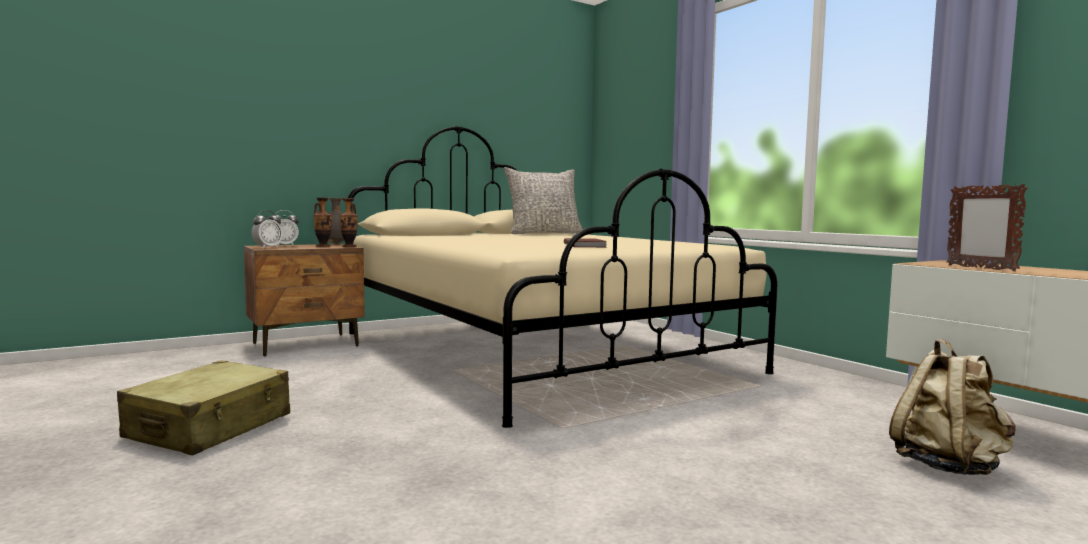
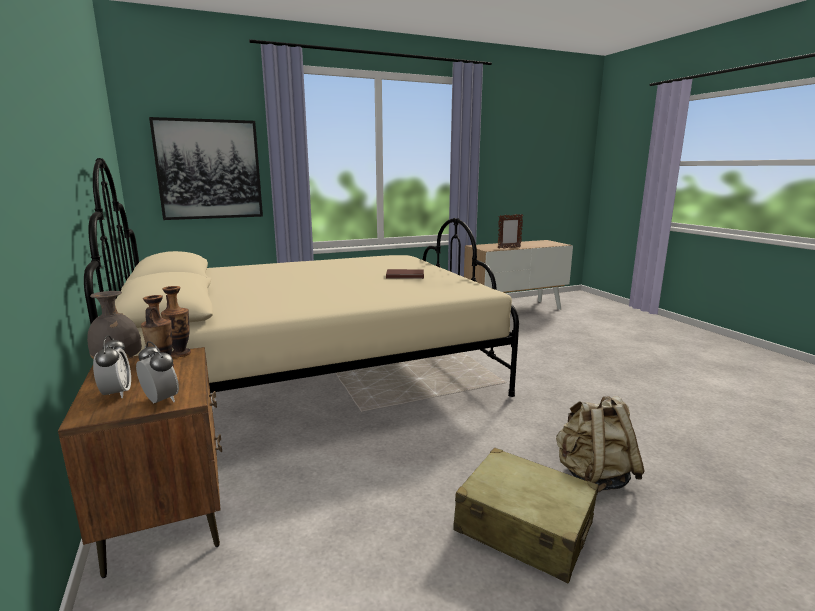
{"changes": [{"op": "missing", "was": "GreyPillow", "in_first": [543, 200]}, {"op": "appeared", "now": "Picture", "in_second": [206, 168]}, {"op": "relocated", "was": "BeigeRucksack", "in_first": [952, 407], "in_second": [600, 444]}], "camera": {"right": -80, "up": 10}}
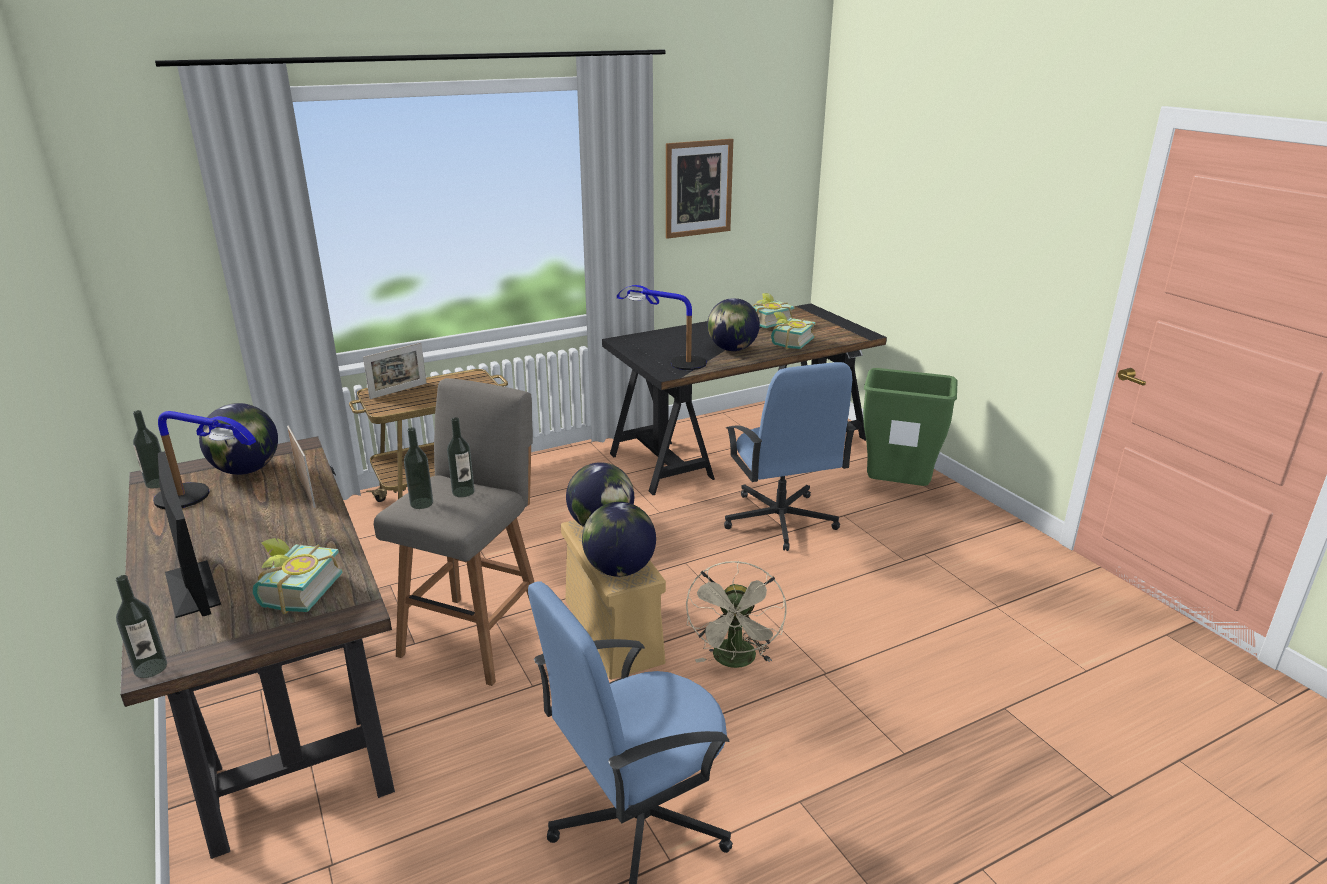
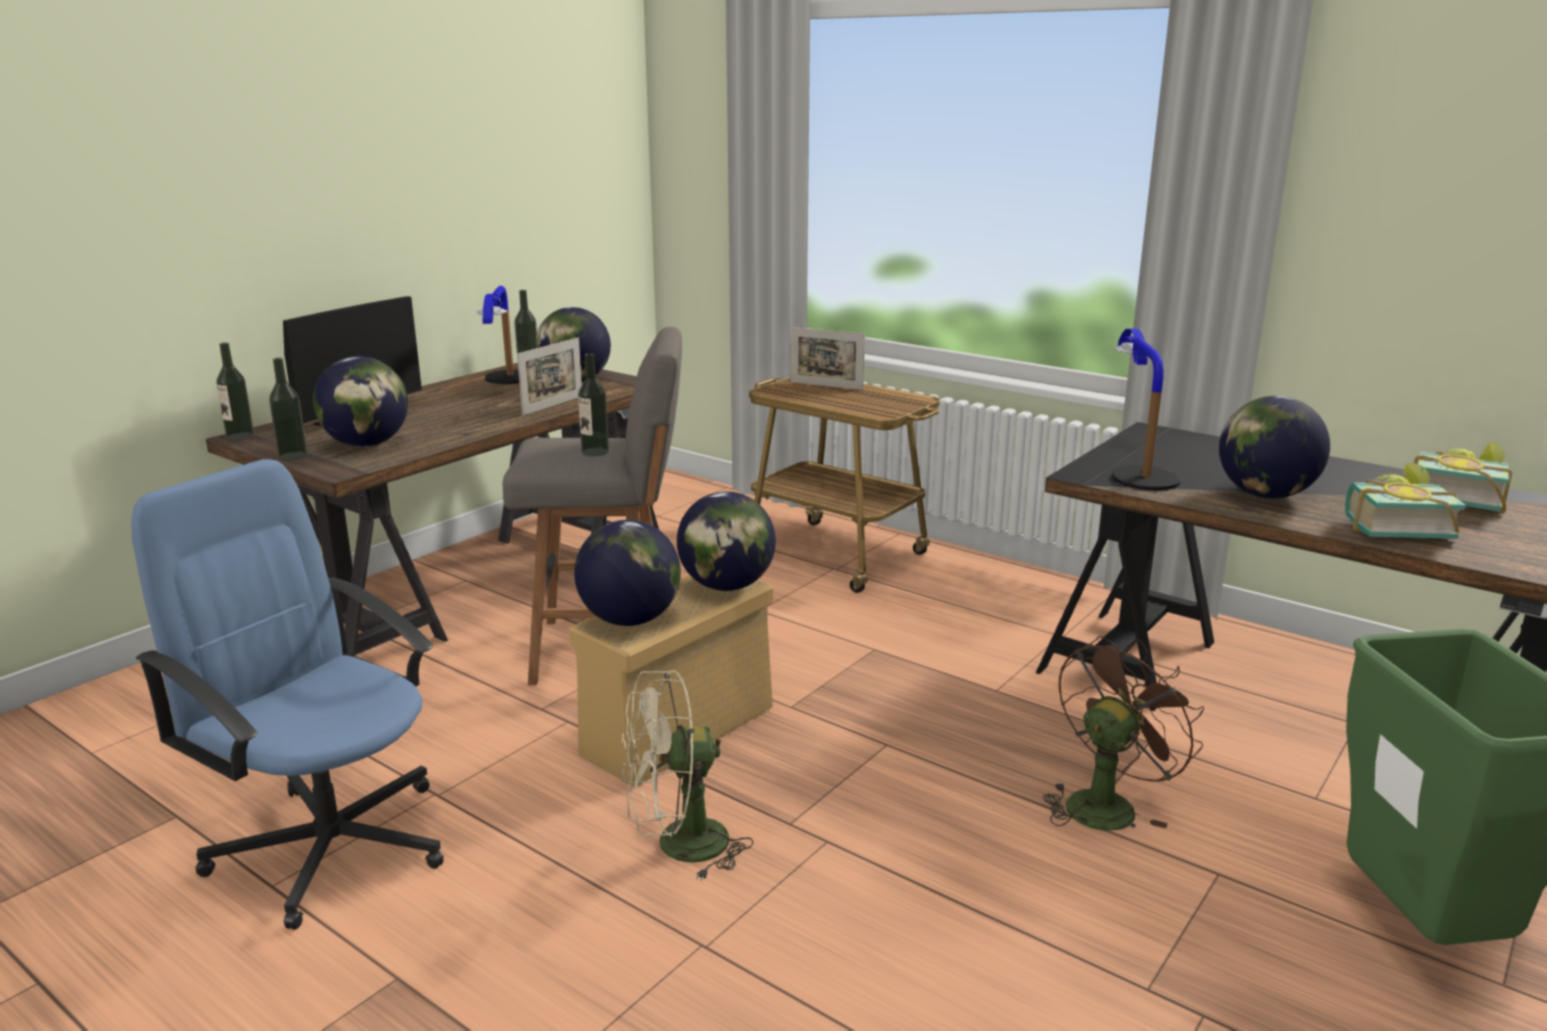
{"changes": [{"op": "missing", "was": "Picture", "in_first": [699, 189]}, {"op": "relocated", "was": "Bottle", "in_first": [418, 468], "in_second": [288, 409]}, {"op": "exchanged", "was": "Volume", "now": "DeskGlobe", "in_first": [298, 576], "in_second": [360, 401]}, {"op": "exchanged", "was": "BluishOfficeChair", "now": "BrownFan", "in_first": [790, 456], "in_second": [1123, 733]}], "camera": {"right": 65, "up": -5}}
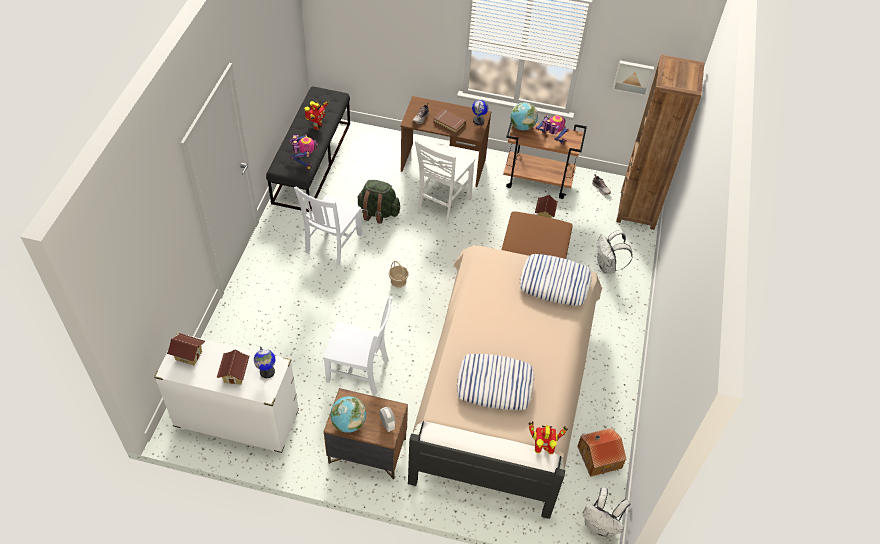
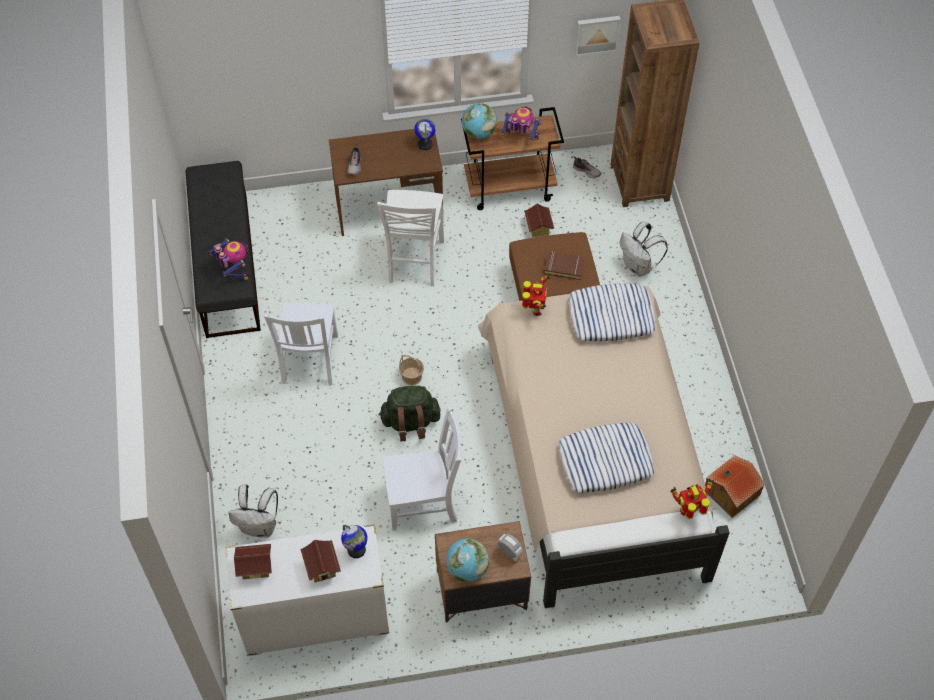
{"changes": [{"op": "relocated", "was": "ToyRobot", "in_first": [316, 115], "in_second": [536, 294]}, {"op": "relocated", "was": "GreenishRucksack", "in_first": [378, 202], "in_second": [410, 413]}, {"op": "relocated", "was": "BrownVolume", "in_first": [449, 121], "in_second": [564, 266]}, {"op": "relocated", "was": "WhiteColouredRucksack", "in_first": [606, 513], "in_second": [253, 511]}], "camera": {"right": -20, "up": 5}}
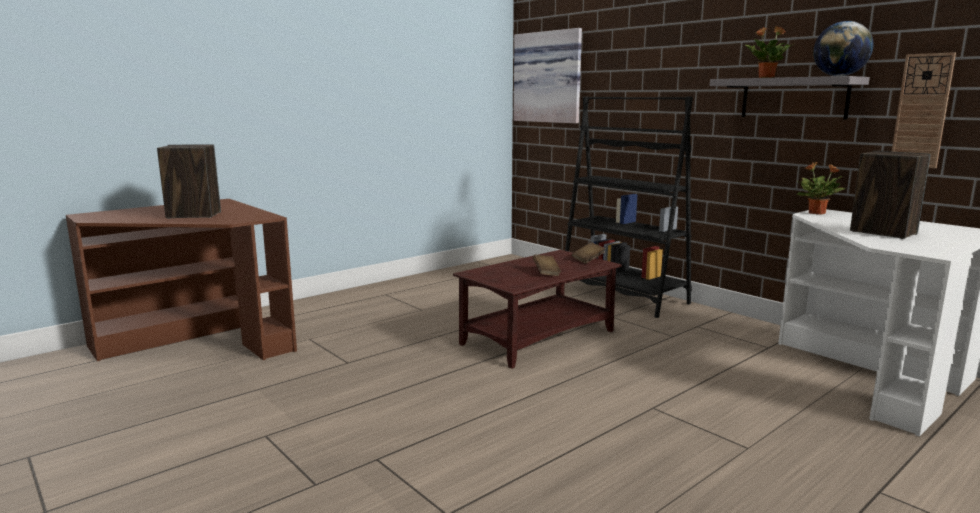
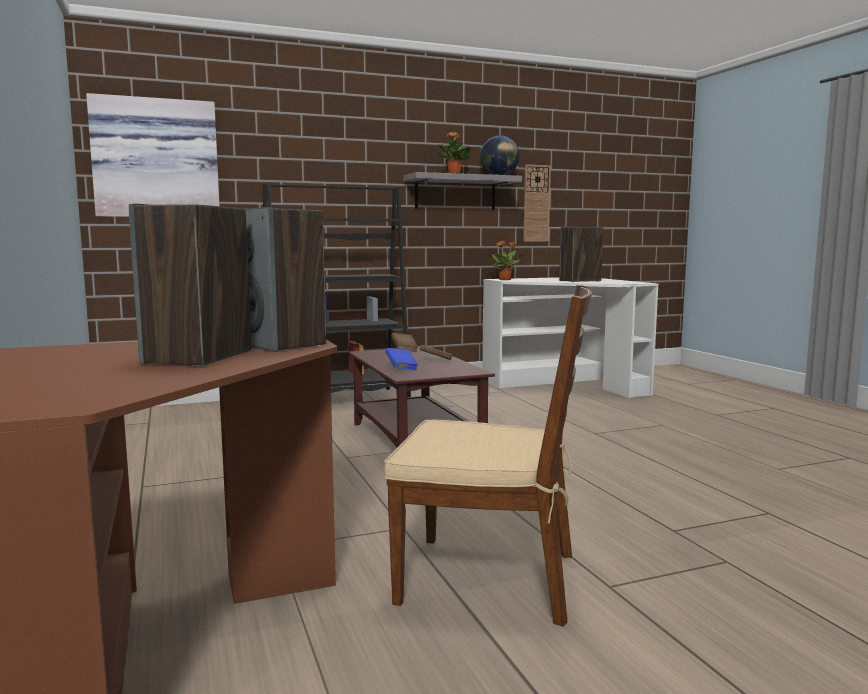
{"changes": [{"op": "appeared", "now": "AudioSpeaker", "in_second": [285, 279]}, {"op": "appeared", "now": "BrownChair", "in_second": [488, 456]}, {"op": "appeared", "now": "BluishVolume", "in_second": [401, 359]}], "camera": {"right": -70, "up": -5}}
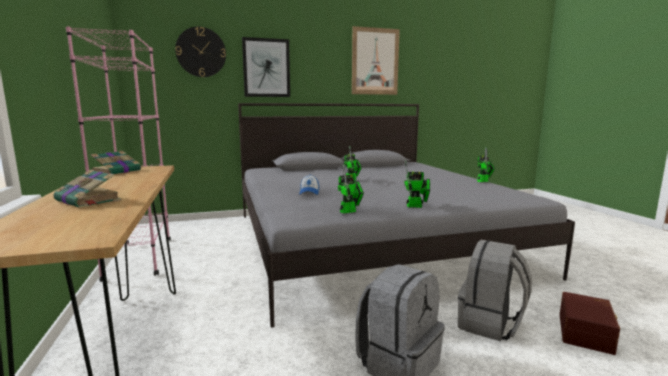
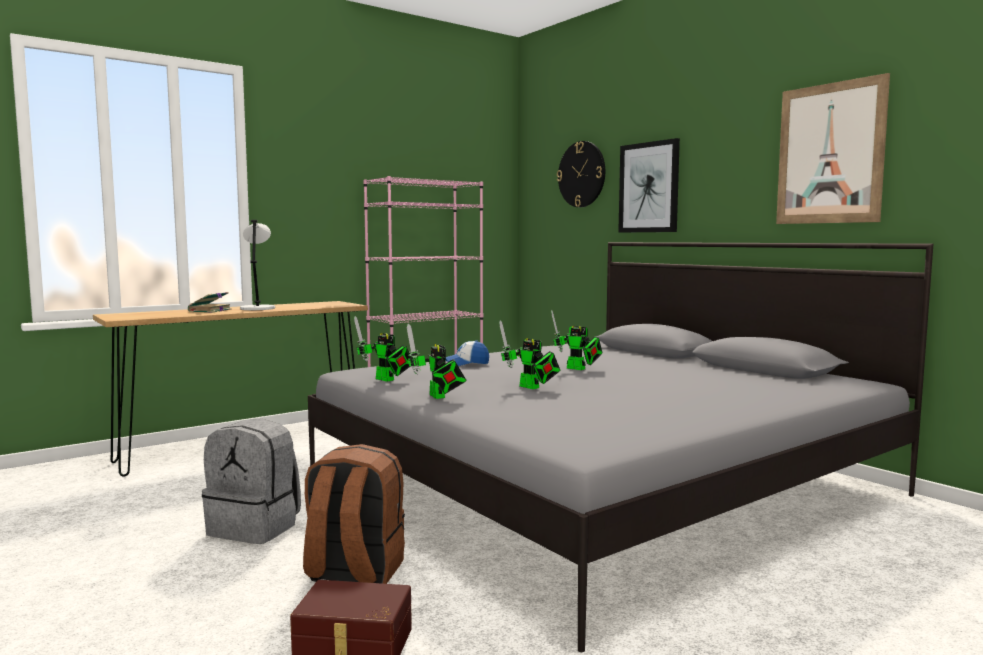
{"changes": [{"op": "missing", "was": "Volume", "in_first": [116, 162]}, {"op": "appeared", "now": "GreyTableLamp", "in_second": [257, 265]}, {"op": "relocated", "was": "ToyRobot", "in_first": [486, 164], "in_second": [529, 354]}, {"op": "colour", "was": "GreyRucksack", "now": "BrownRucksack", "in_first": [495, 291], "in_second": [354, 514]}], "camera": {"right": 70, "up": -5}}
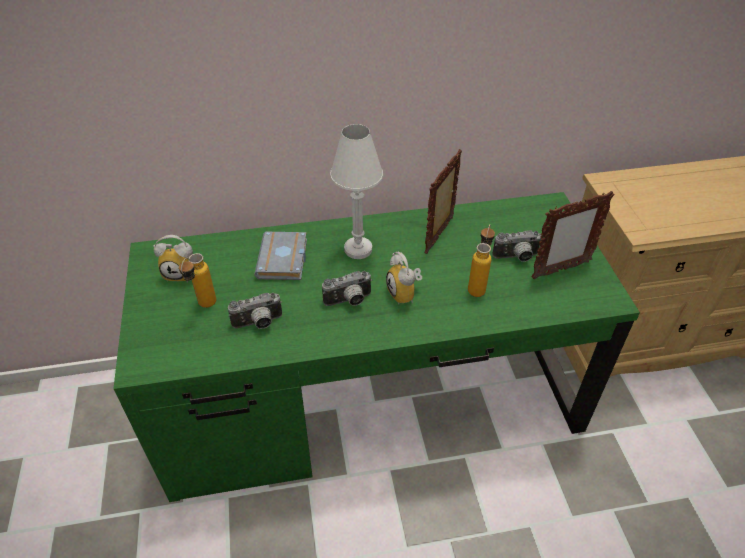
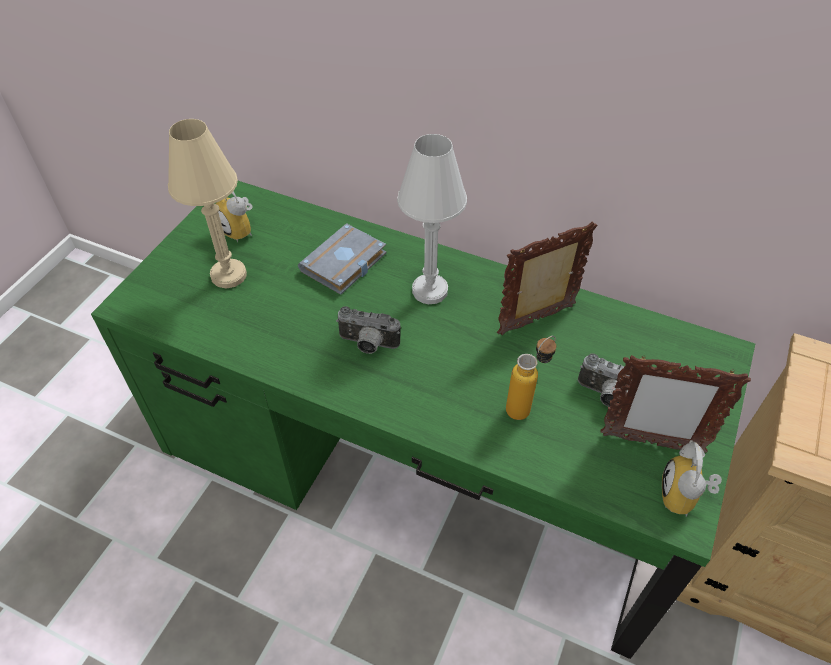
{"changes": [{"op": "missing", "was": "StillCamera", "in_first": [255, 311]}, {"op": "relocated", "was": "AlarmClock", "in_first": [404, 278], "in_second": [692, 478]}, {"op": "exchanged", "was": "Bottle", "now": "BeigeTableLamp", "in_first": [197, 280], "in_second": [207, 204]}], "camera": {"right": 35, "up": 5}}
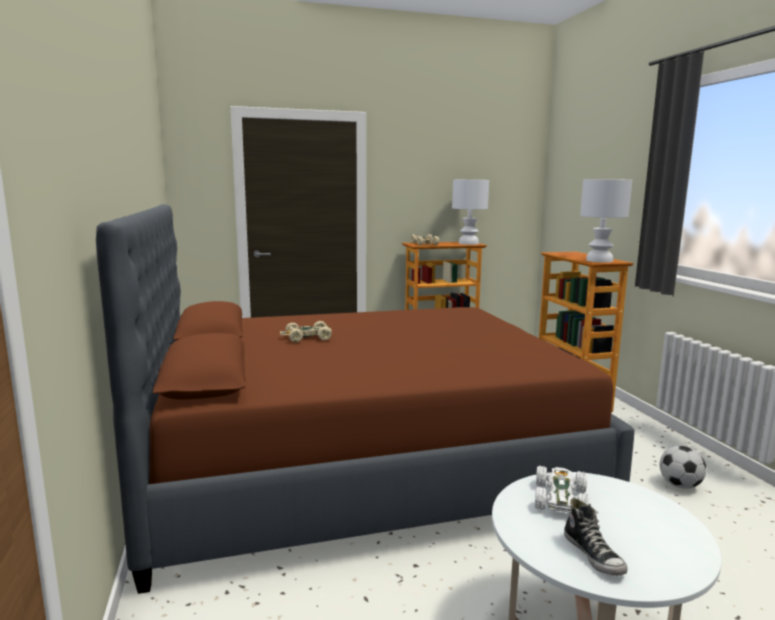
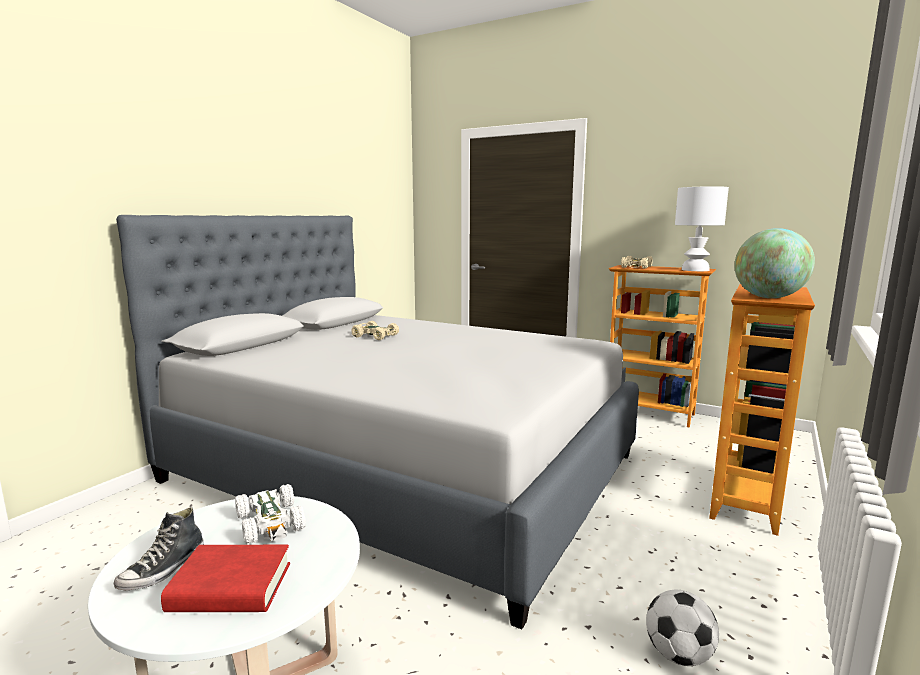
{"changes": [{"op": "appeared", "now": "ReddishVolume", "in_second": [225, 578]}, {"op": "exchanged", "was": "WhiteColouredTableLamp", "now": "DeskGlobe", "in_first": [606, 221], "in_second": [775, 263]}, {"op": "colour", "was": "BrownBedroomBed", "now": "GreyBedroomBed", "in_first": [365, 399], "in_second": [377, 422]}, {"op": "spun", "was": "WhiteColouredMiniatureCar", "in_first": [562, 489], "in_second": [270, 514], "clockwise": 90}], "camera": {"right": 45, "up": 0}}
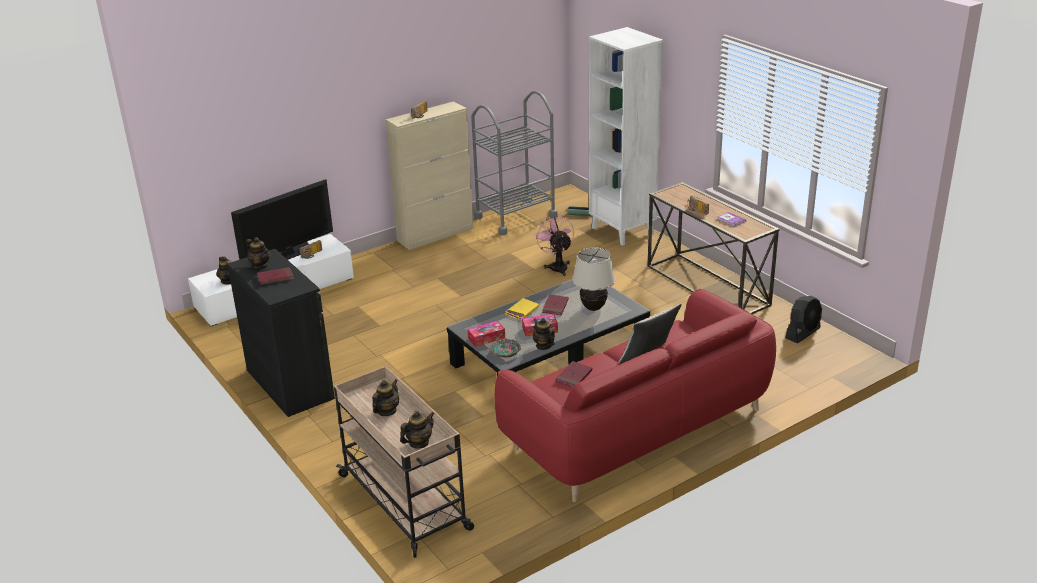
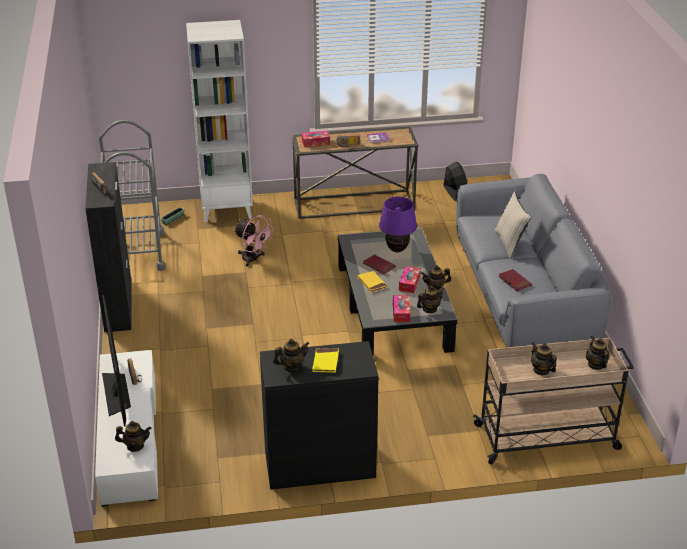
{"changes": [{"op": "appeared", "now": "TissueBox", "in_second": [316, 139]}, {"op": "exchanged", "was": "ServingBowl", "now": "TeaPot", "in_first": [505, 348], "in_second": [430, 299]}, {"op": "colour", "was": "ReddishVolume", "now": "YellowColouredVolume", "in_first": [275, 276], "in_second": [325, 360]}, {"op": "colour", "was": "BeigeCupboard", "now": "BlackColouredCupboard", "in_first": [430, 175], "in_second": [108, 247]}, {"op": "colour", "was": "ReddishSettee", "now": "GreySettee", "in_first": [635, 395], "in_second": [533, 261]}, {"op": "colour", "was": "BeigeTableLamp", "now": "PurplishTableLamp", "in_first": [593, 279], "in_second": [398, 224]}, {"op": "spun", "was": "PinkFan", "in_first": [554, 245], "in_second": [254, 241], "clockwise": -150}], "camera": {"right": -65, "up": 5}}
